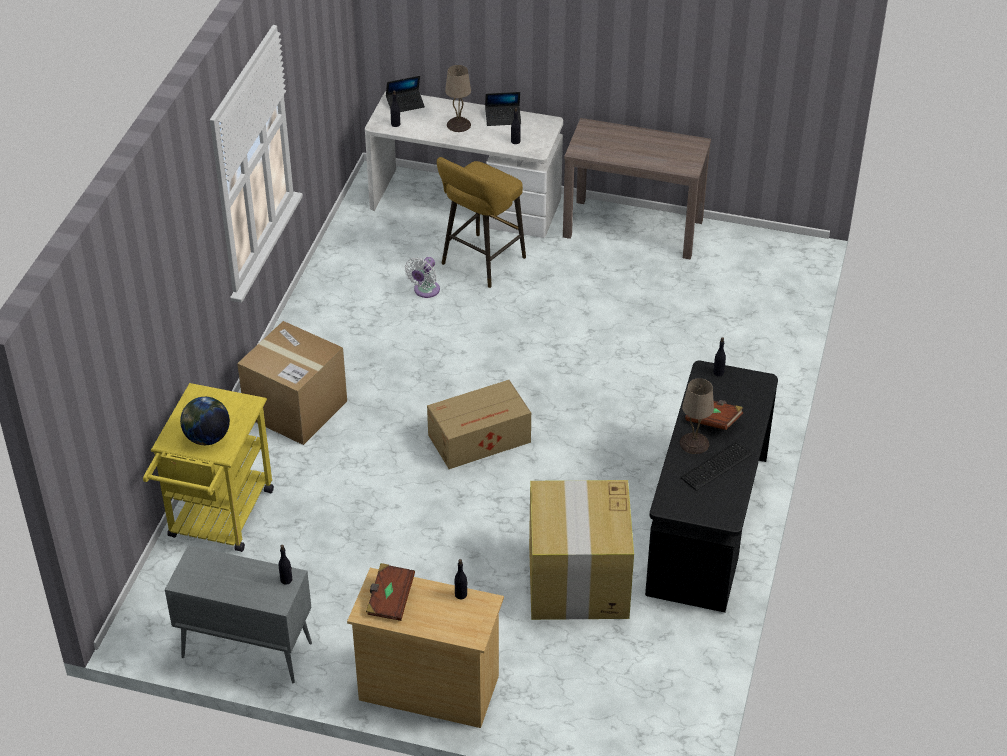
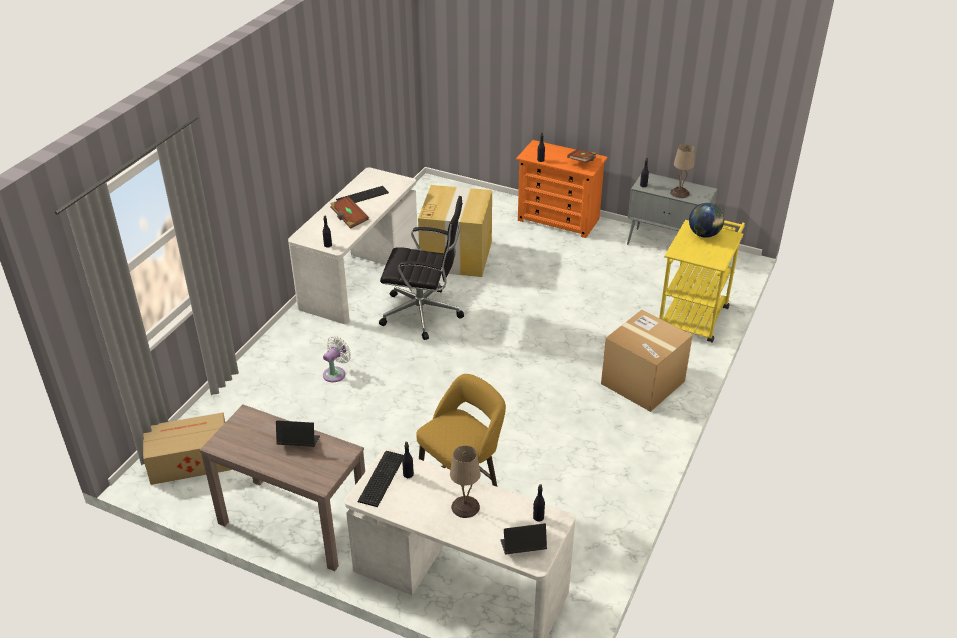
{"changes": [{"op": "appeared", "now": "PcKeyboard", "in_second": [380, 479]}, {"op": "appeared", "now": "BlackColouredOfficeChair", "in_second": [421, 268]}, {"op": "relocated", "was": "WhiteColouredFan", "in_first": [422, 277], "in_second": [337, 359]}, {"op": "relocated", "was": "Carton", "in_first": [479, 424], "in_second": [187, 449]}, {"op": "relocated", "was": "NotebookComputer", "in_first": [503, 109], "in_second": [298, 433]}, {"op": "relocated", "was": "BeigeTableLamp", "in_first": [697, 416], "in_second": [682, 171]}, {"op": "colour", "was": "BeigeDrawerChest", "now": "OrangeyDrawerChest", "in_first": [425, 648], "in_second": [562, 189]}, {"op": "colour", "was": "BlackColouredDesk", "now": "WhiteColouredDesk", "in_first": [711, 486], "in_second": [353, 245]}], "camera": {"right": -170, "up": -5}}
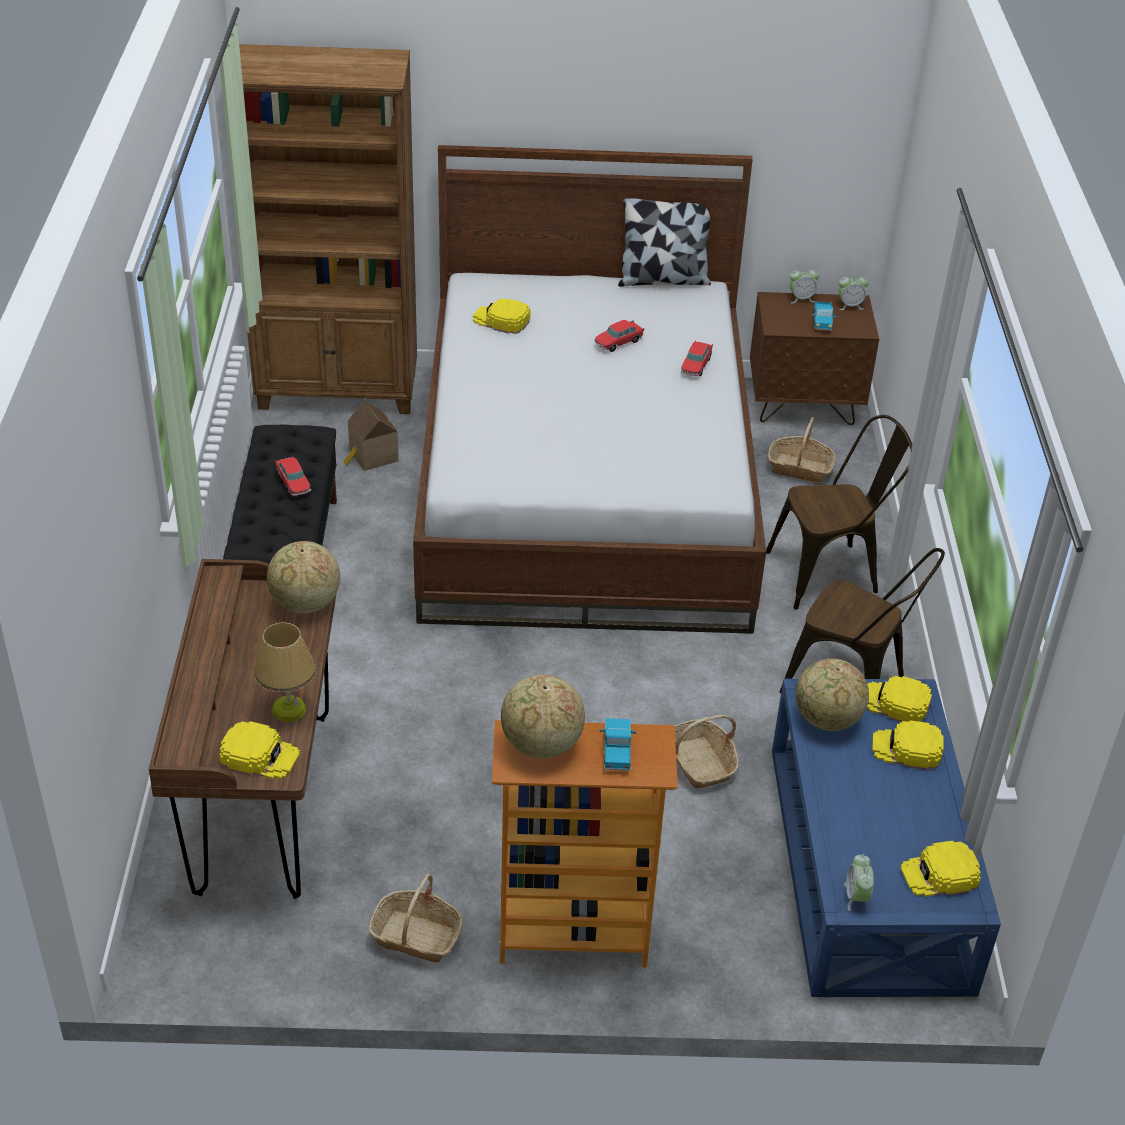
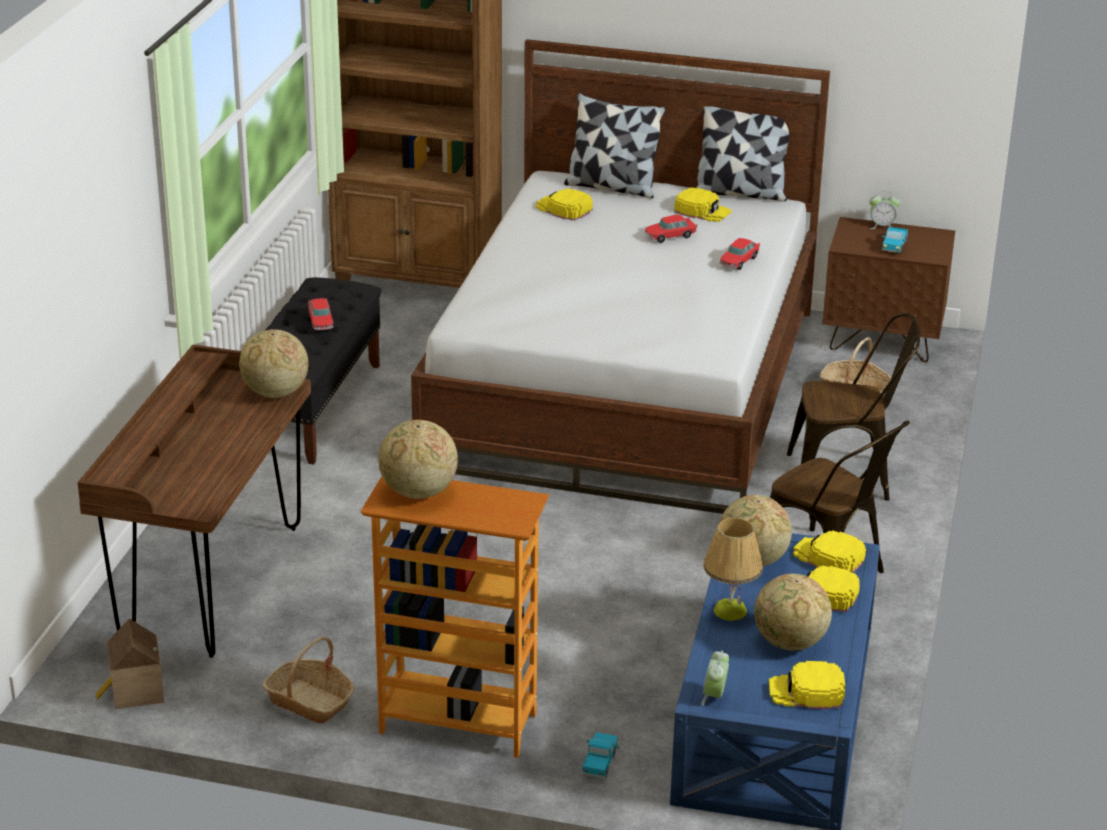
{"changes": [{"op": "missing", "was": "Basket", "in_first": [706, 751]}, {"op": "missing", "was": "AlarmClock", "in_first": [854, 291]}, {"op": "appeared", "now": "Pillow", "in_second": [615, 145]}, {"op": "appeared", "now": "DeskGlobe", "in_second": [793, 612]}, {"op": "relocated", "was": "YellowColouredCap", "in_first": [259, 750], "in_second": [703, 204]}, {"op": "relocated", "was": "TableLamp", "in_first": [285, 672], "in_second": [733, 569]}, {"op": "relocated", "was": "ModelHouse", "in_first": [371, 435], "in_second": [130, 664]}, {"op": "relocated", "was": "ToyLorry", "in_first": [618, 744], "in_second": [600, 755]}], "camera": {"right": 15, "up": -10}}
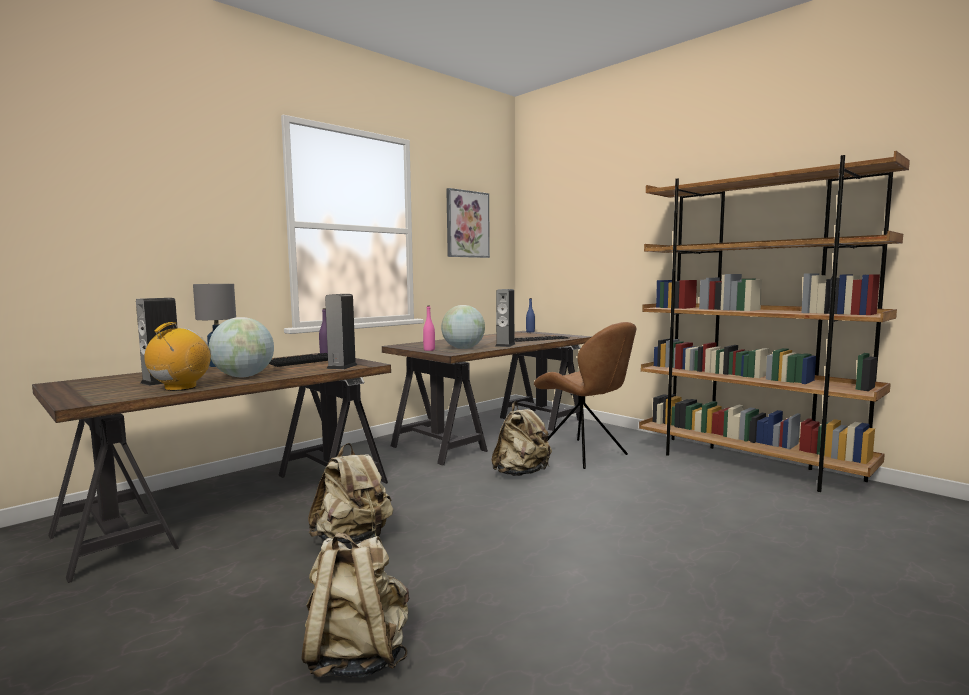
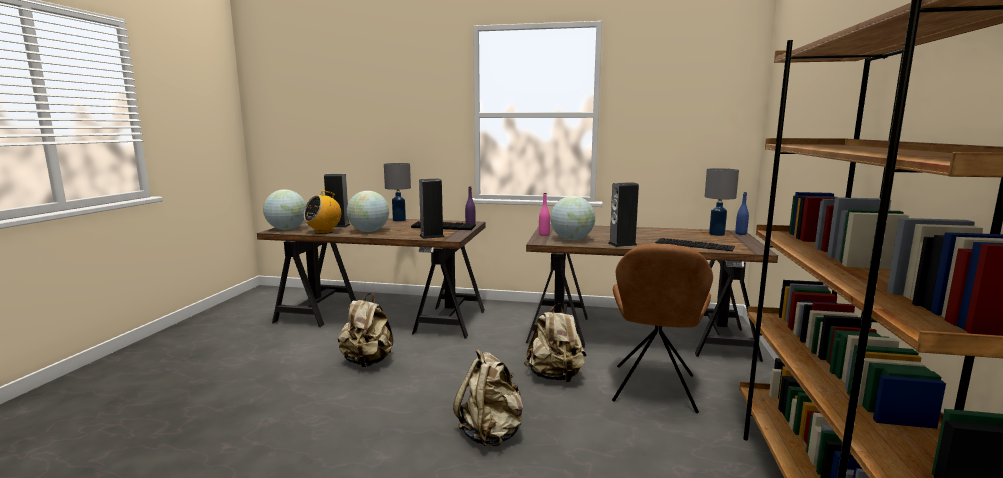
{"changes": [{"op": "missing", "was": "Picture", "in_first": [468, 223]}, {"op": "appeared", "now": "DeskGlobe", "in_second": [284, 209]}, {"op": "appeared", "now": "GreyTableLamp", "in_second": [722, 202]}, {"op": "relocated", "was": "BeigeRucksack", "in_first": [355, 605], "in_second": [488, 397]}, {"op": "spun", "was": "RadioReceiver", "in_first": [177, 356], "in_second": [322, 212], "clockwise": 150}], "camera": {"right": 55, "up": 5}}
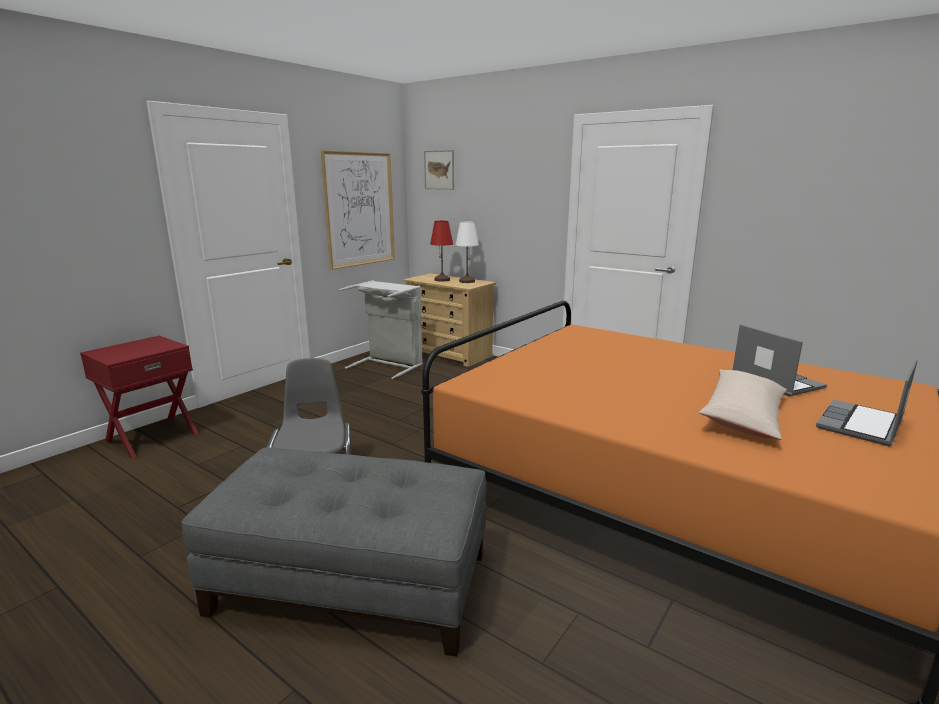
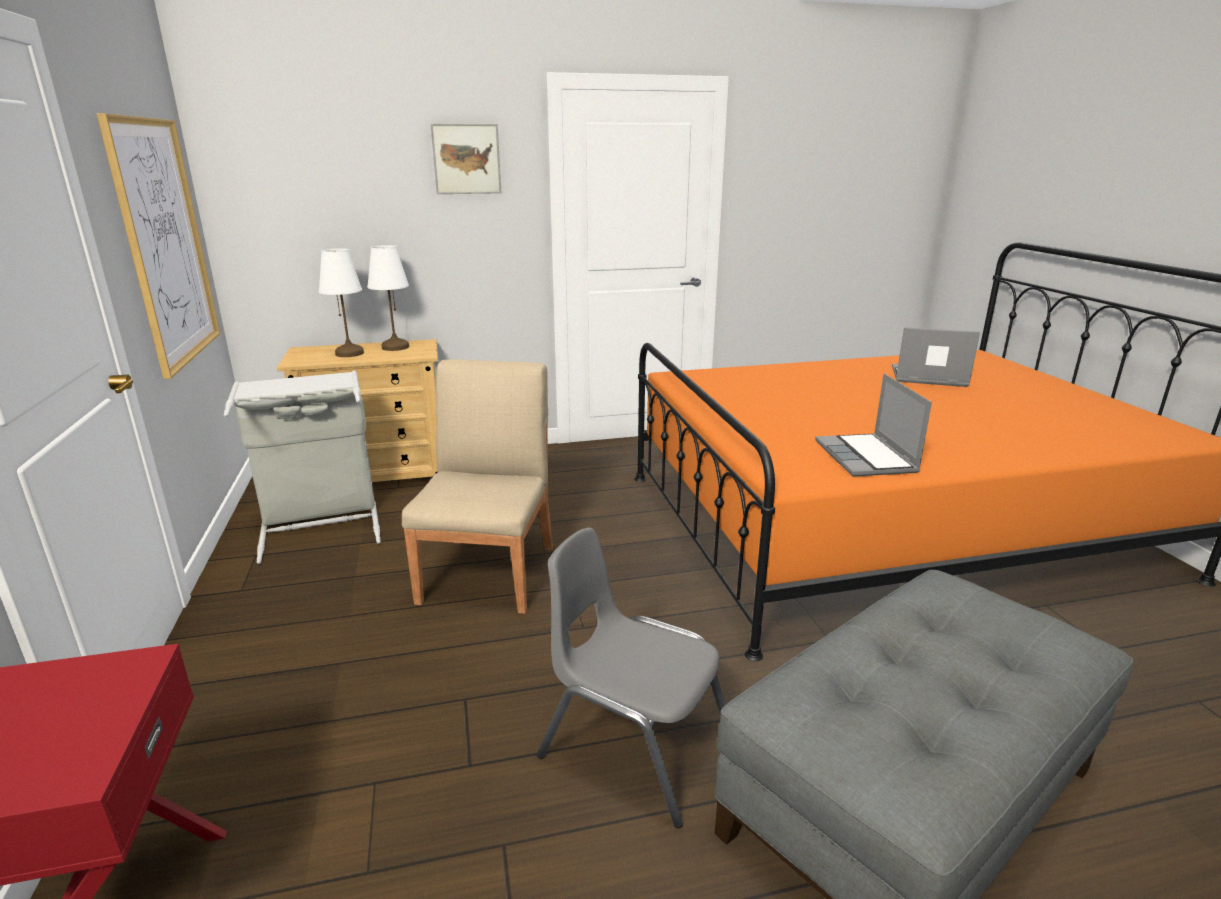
{"changes": [{"op": "missing", "was": "BeigePillow", "in_first": [743, 404]}, {"op": "appeared", "now": "BeigeChair", "in_second": [477, 486]}, {"op": "relocated", "was": "Picture", "in_first": [439, 170], "in_second": [465, 159]}, {"op": "relocated", "was": "NotebookComputer", "in_first": [867, 402], "in_second": [873, 425]}, {"op": "colour", "was": "ReddishTableLamp", "now": "WhiteColouredTableLamp", "in_first": [441, 251], "in_second": [341, 302]}], "camera": {"right": -50, "up": 5}}
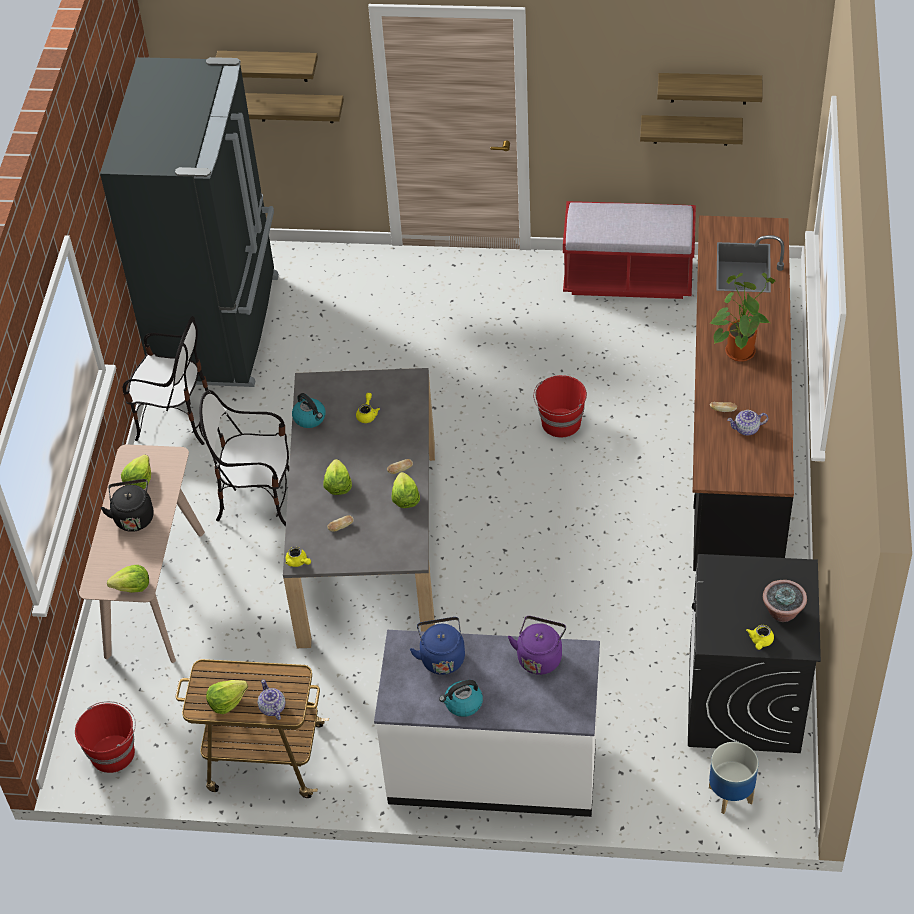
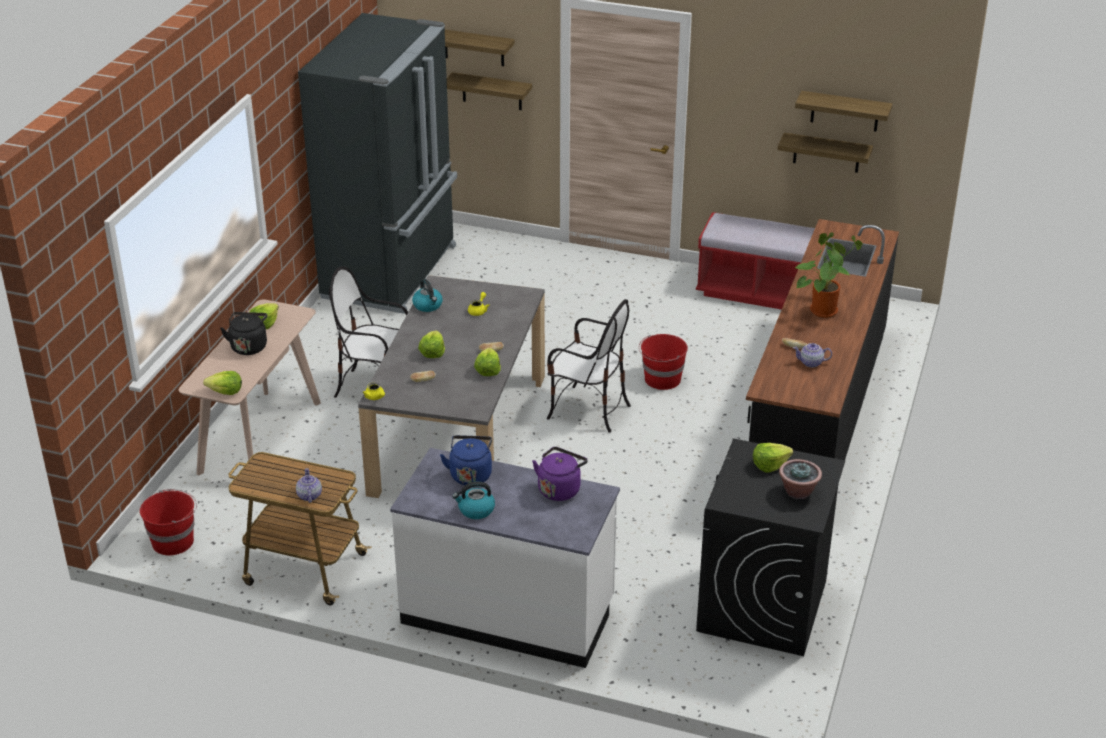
{"changes": [{"op": "missing", "was": "FlowerPot", "in_first": [733, 778]}, {"op": "missing", "was": "YellowColouredTeaPot", "in_first": [760, 637]}, {"op": "relocated", "was": "Chair", "in_first": [165, 380], "in_second": [589, 366]}, {"op": "relocated", "was": "Lettuce", "in_first": [227, 697], "in_second": [773, 458]}], "camera": {"right": 10, "up": -15}}
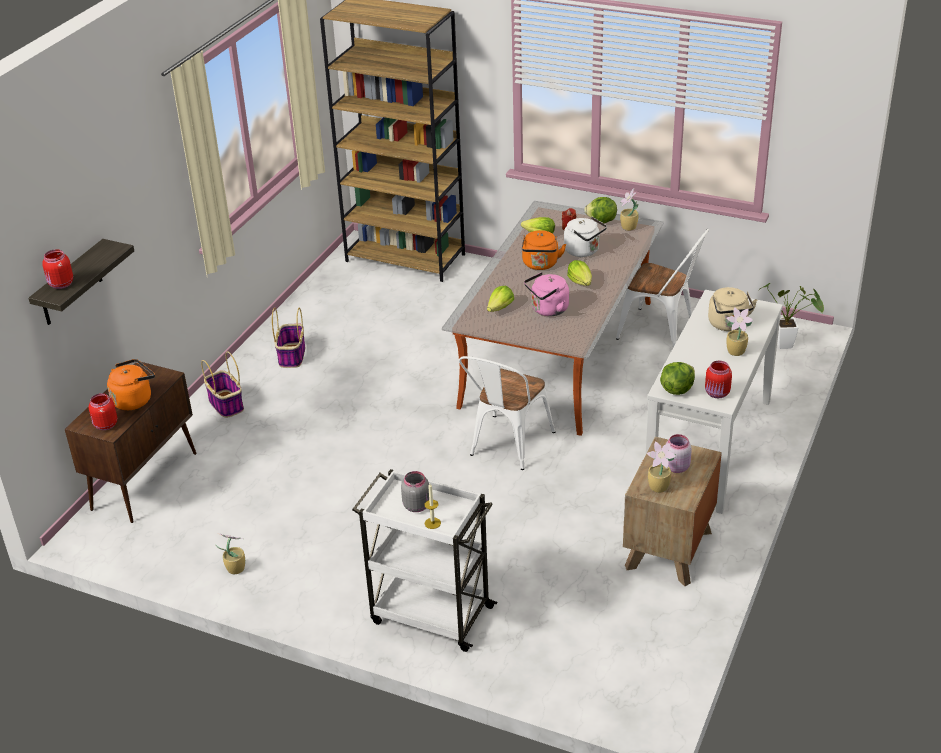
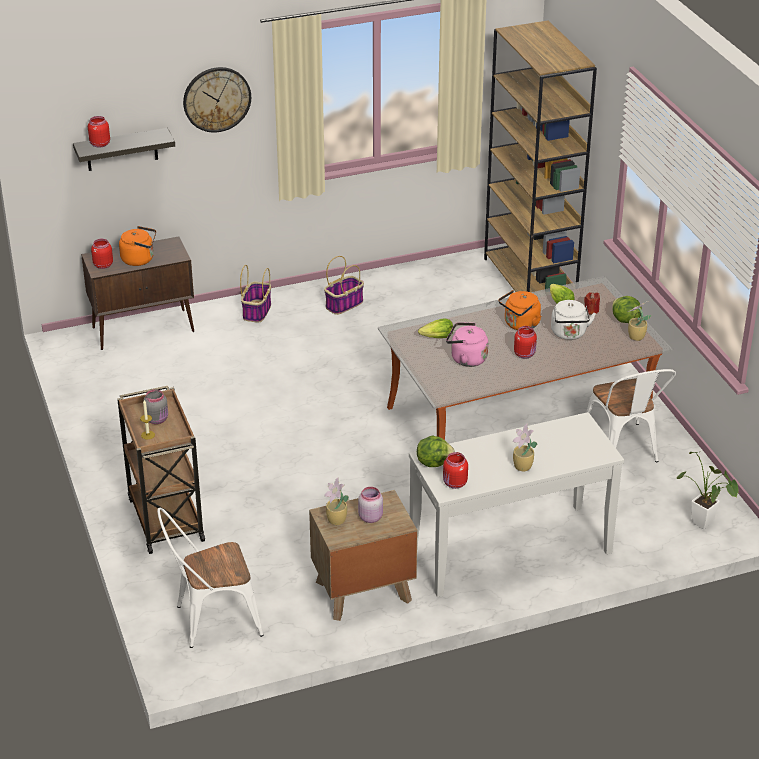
{"changes": [{"op": "missing", "was": "Houseplant", "in_first": [230, 553]}, {"op": "missing", "was": "BeigeTeaKettle", "in_first": [732, 309]}, {"op": "appeared", "now": "ClockOnTheWall", "in_second": [217, 99]}, {"op": "relocated", "was": "WhiteColouredChair", "in_first": [507, 413], "in_second": [210, 578]}, {"op": "exchanged", "was": "Lettuce", "now": "ReddishJar", "in_first": [579, 273], "in_second": [525, 342]}, {"op": "colour", "was": "WhiteColouredTrolley", "now": "BrownTrolley", "in_first": [425, 560], "in_second": [161, 470]}], "camera": {"right": 45, "up": 0}}
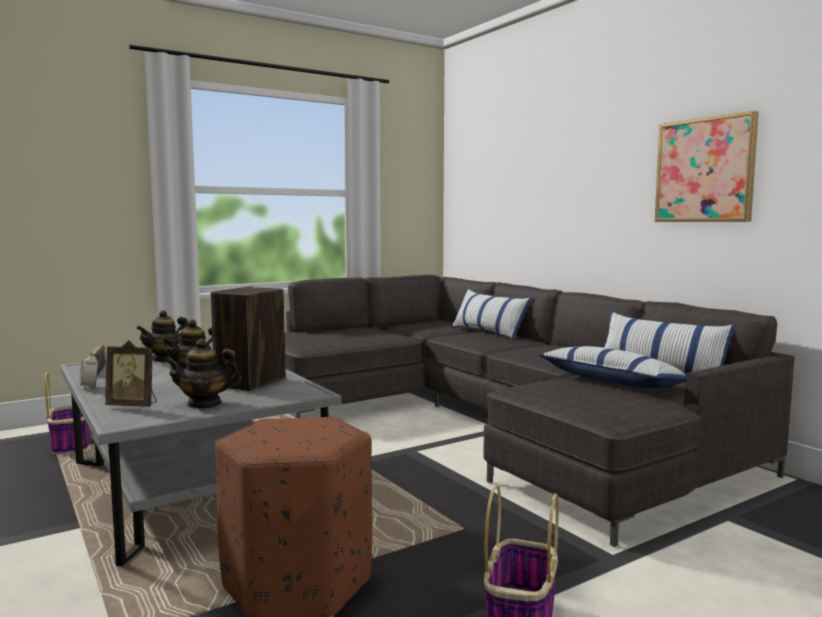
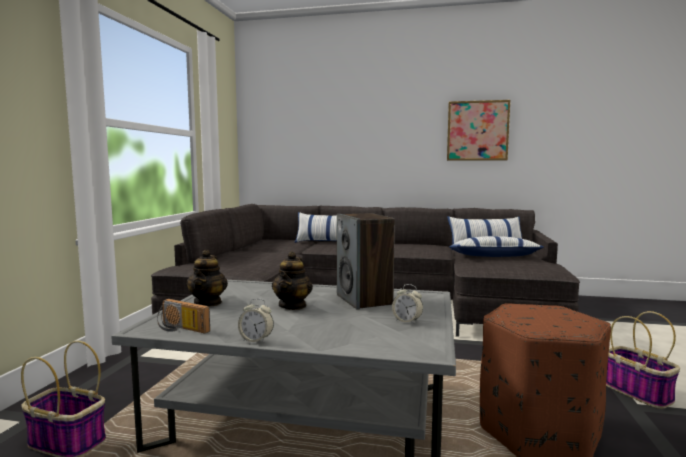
{"changes": [{"op": "missing", "was": "StandingFrame", "in_first": [130, 373]}, {"op": "exchanged", "was": "TeaPot", "now": "AlarmClock", "in_first": [203, 374], "in_second": [407, 304]}], "camera": {"right": -45, "up": 0}}
